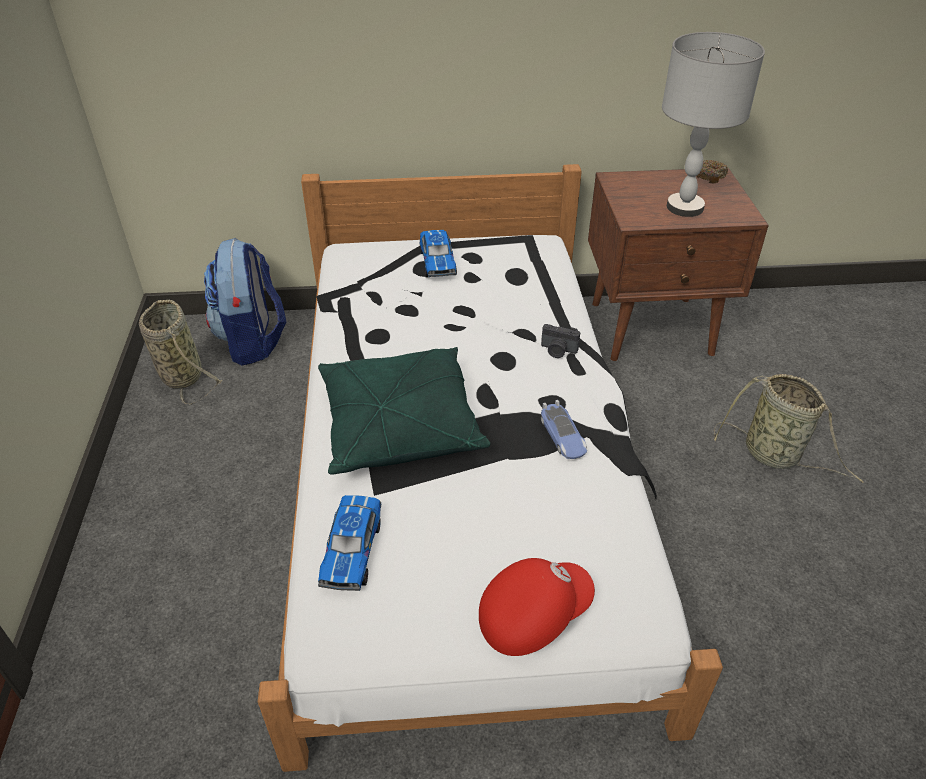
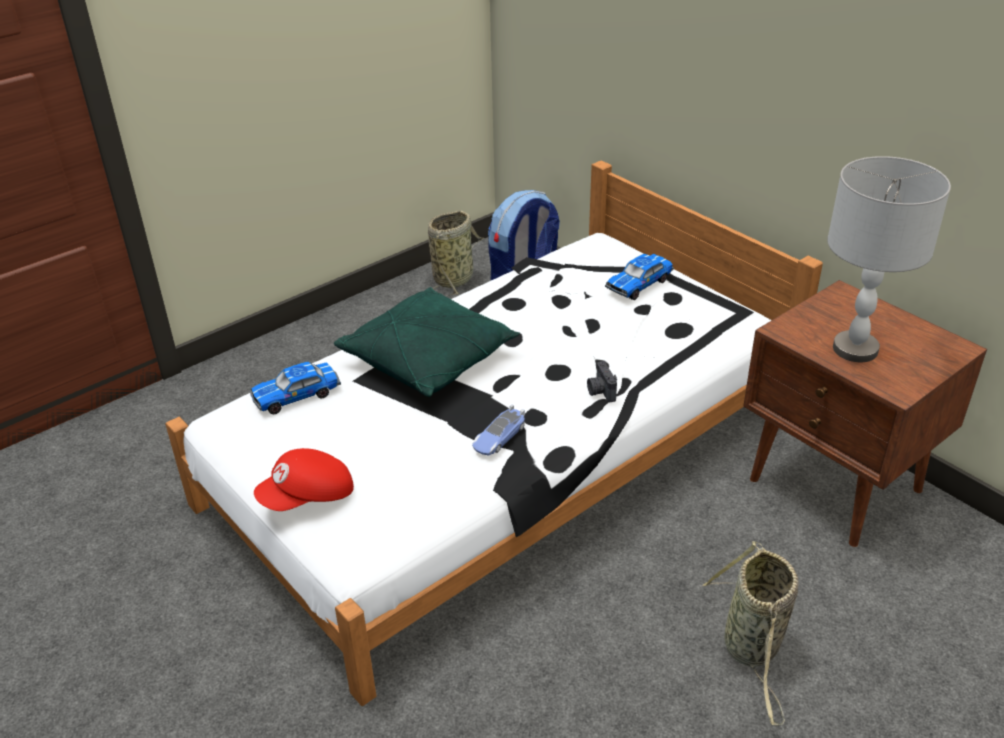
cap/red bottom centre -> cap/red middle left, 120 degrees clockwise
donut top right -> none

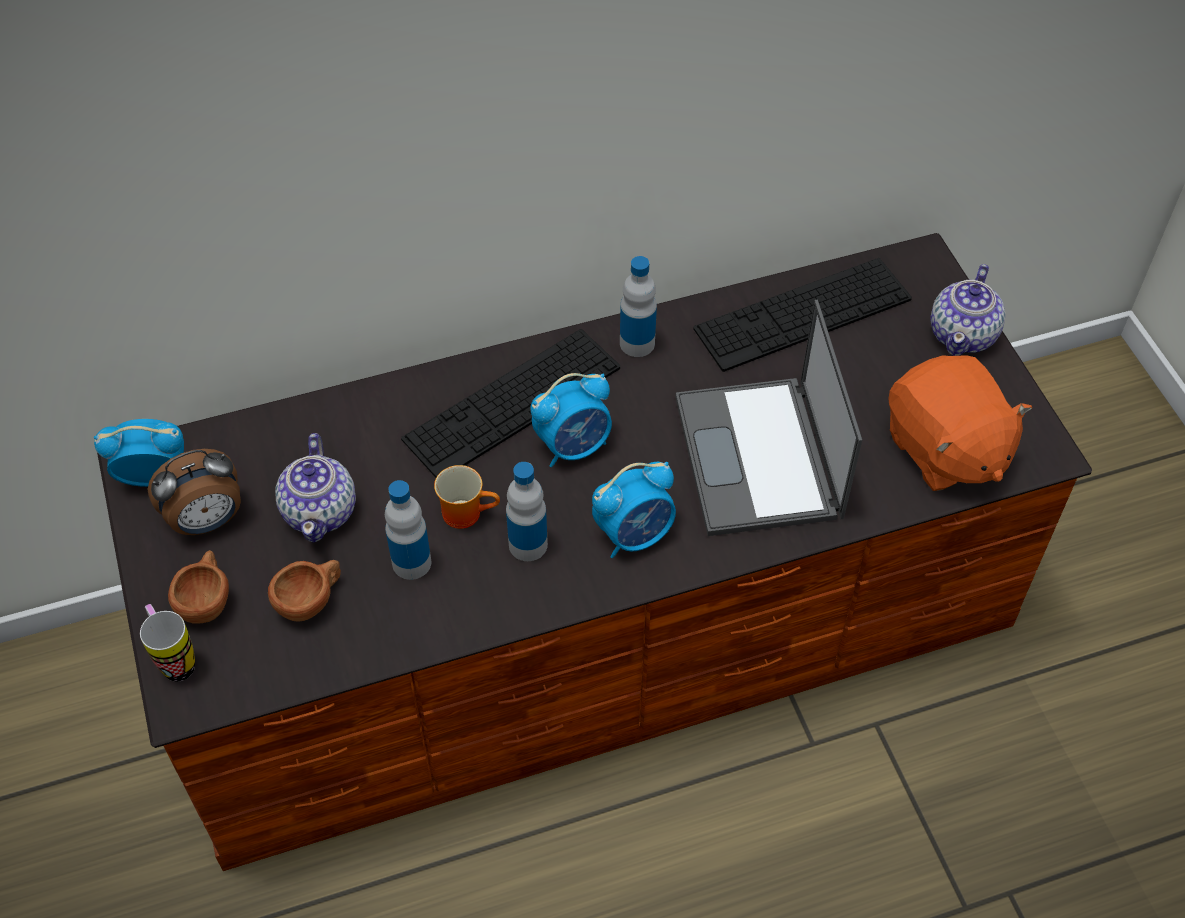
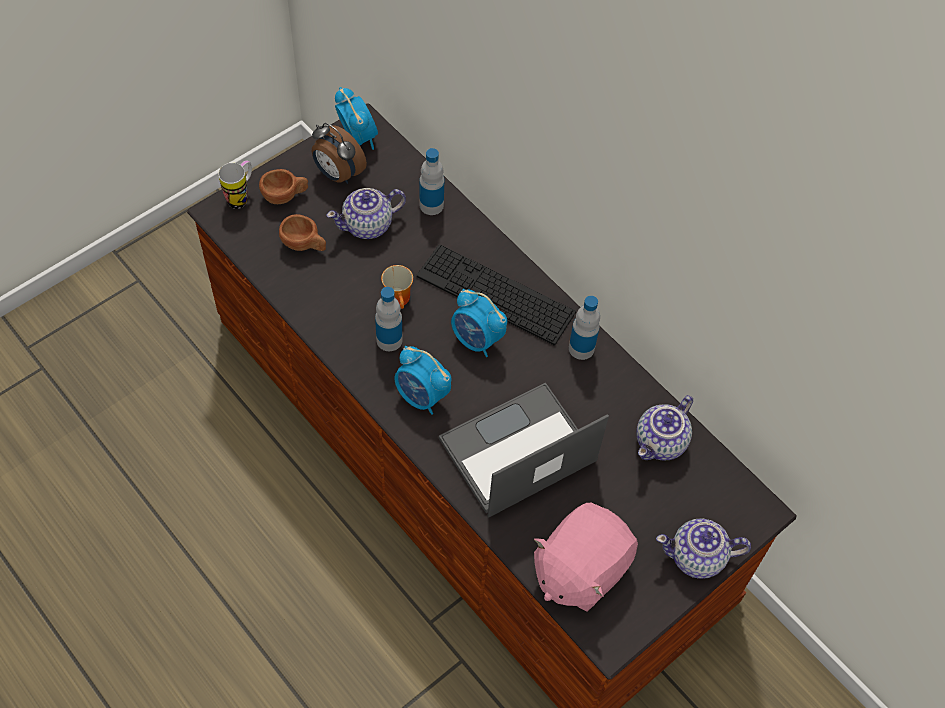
bottle (no. 1 from left in the first image) centre -> bottle (no. 2 from left) top centre, shifted
plush toy/orange middle right -> plush toy/pink bottom centre
keyboard (no. 2 from left) middle right -> teapot (no. 2 from left) middle right

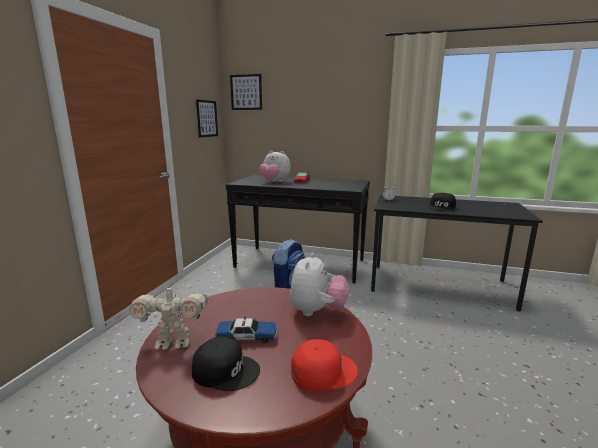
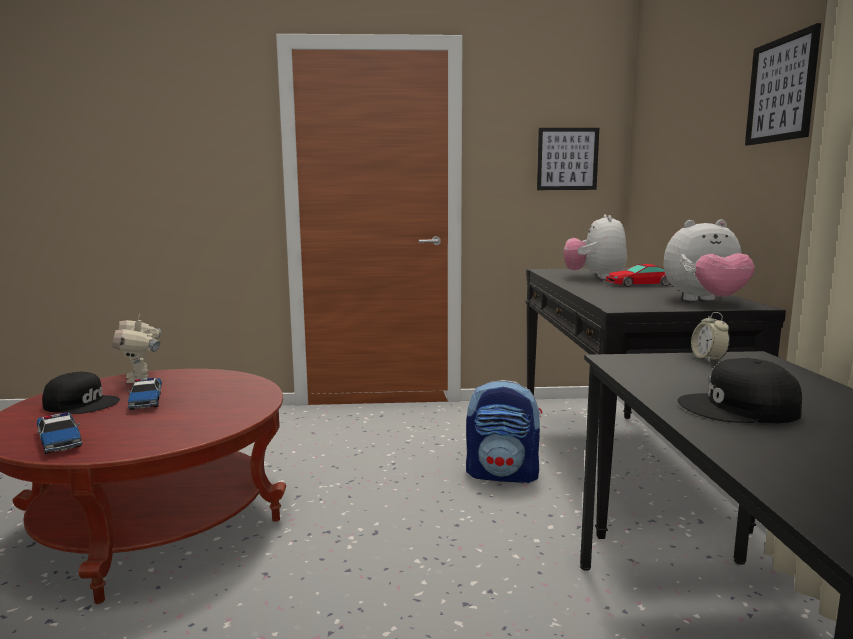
cap/red bottom centre -> toy car (no. 1 from left) bottom left
cap/black (no. 1 from left) bottom centre -> cap/black (no. 1 from left) middle left, 75 degrees counterclockwise
plush toy (no. 2 from left) centre -> plush toy (no. 2 from left) middle right, shifted
picture (no. 2 from left) top centre -> picture (no. 2 from left) top right, shifted

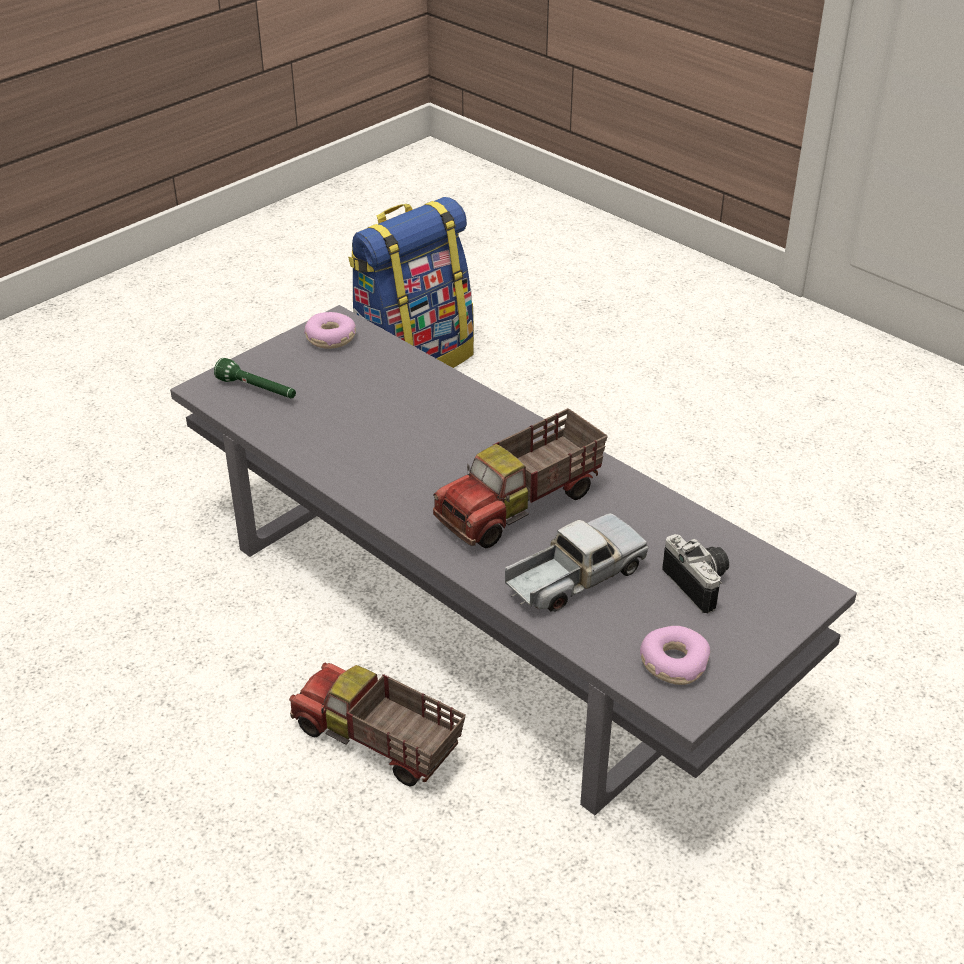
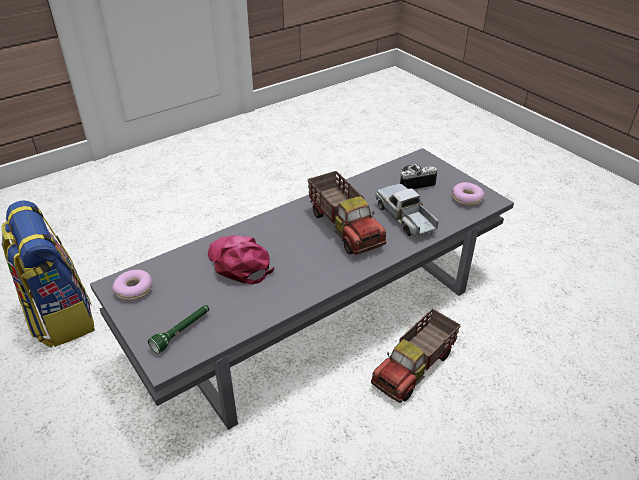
none -> cap/pink centre

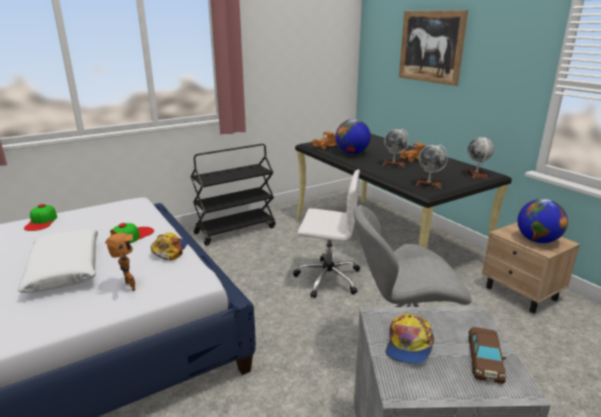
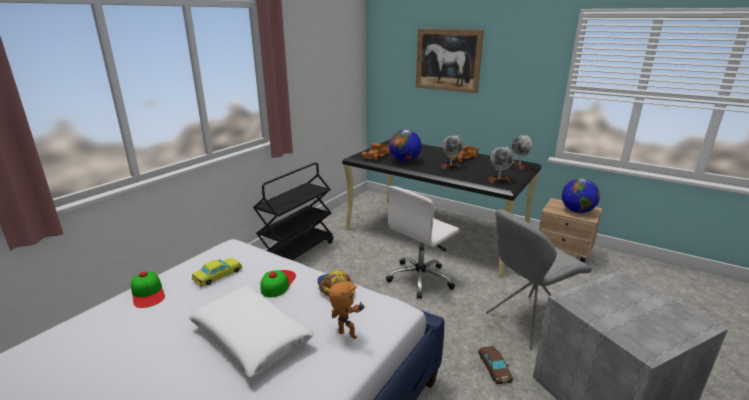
none -> toy car/yellow bottom left
office chair/white centre, 150 degrees clockwise
toy car/brown bottom right -> toy car/brown bottom centre, shifted
cap (no. 4 from left) bottom right -> none

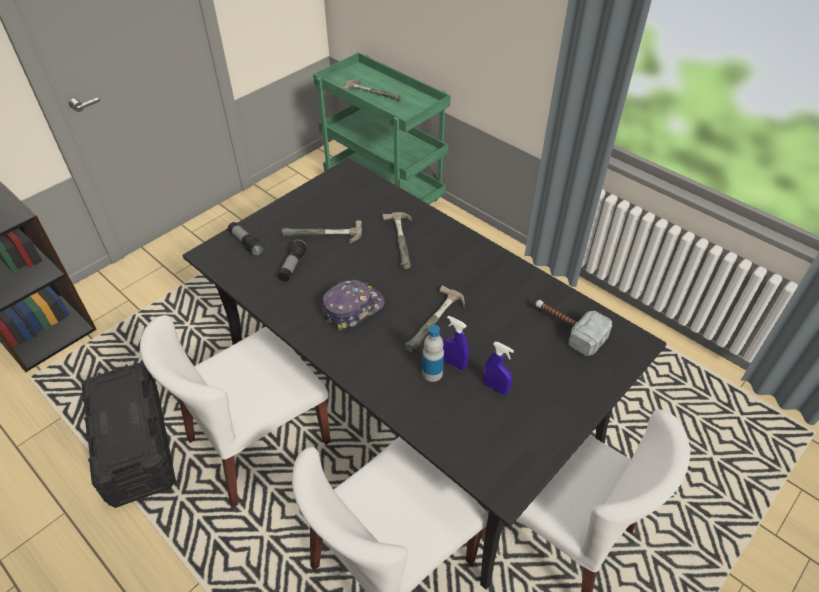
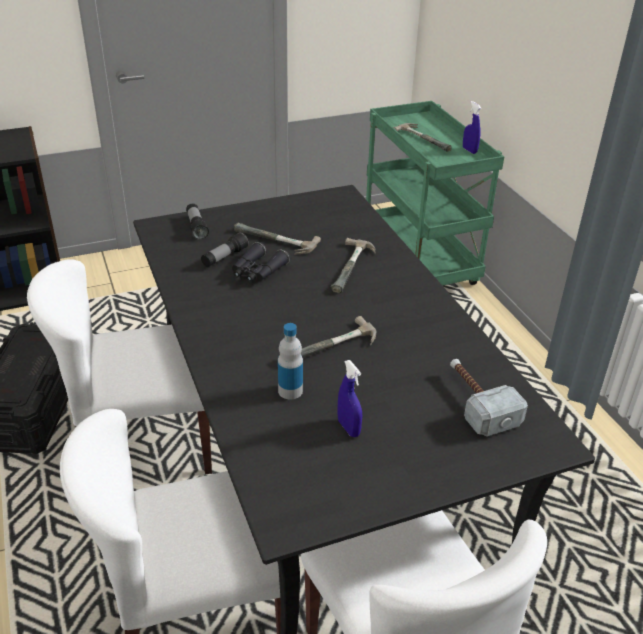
none -> binoculars/black centre
spray bottle/blue (no. 1 from left in the first image) centre -> spray bottle/blue (no. 2 from left) top right, shifted
cap centre -> none

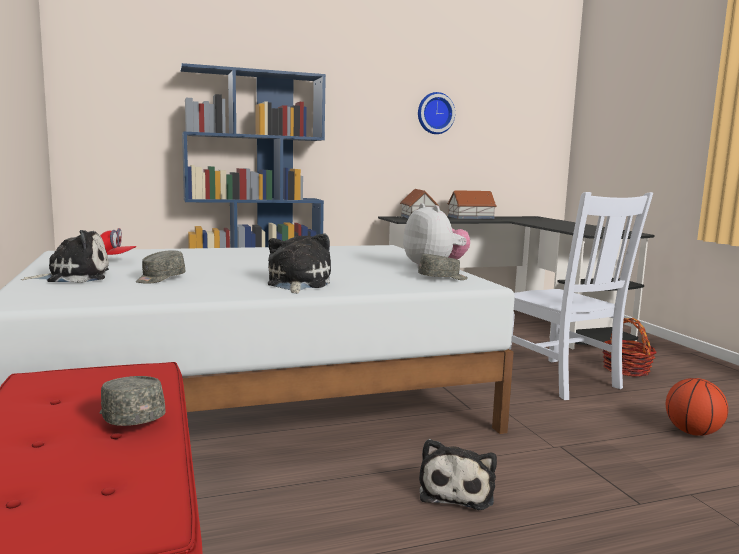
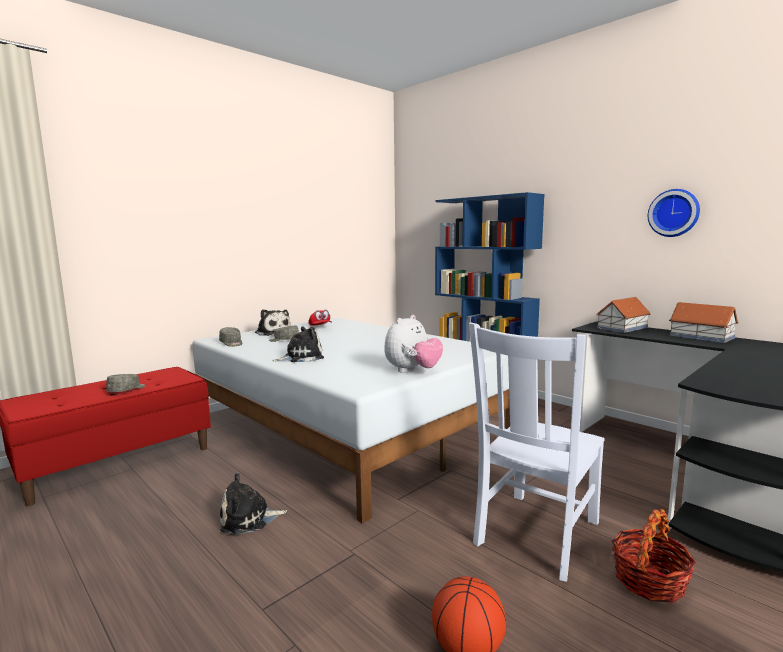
cap/grey (no. 3 from left in the first image) centre -> cap/grey (no. 2 from left) middle left, shifted

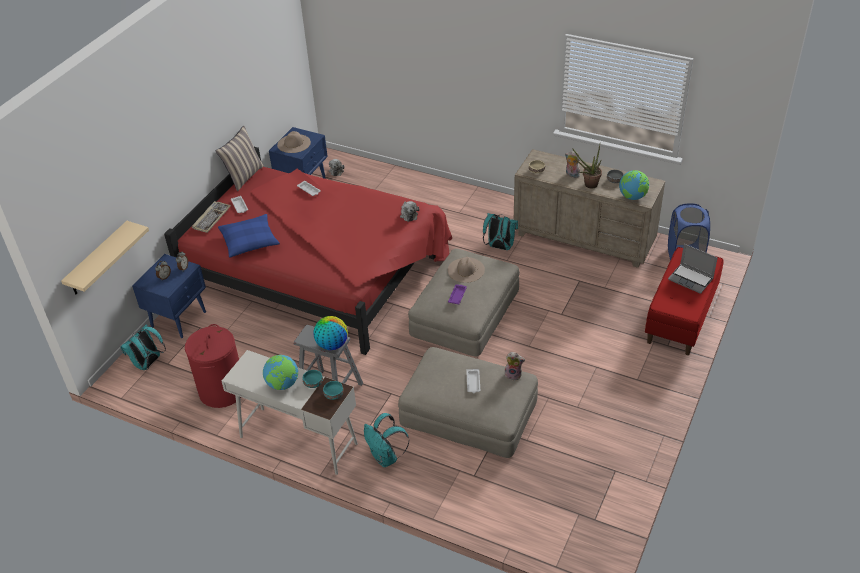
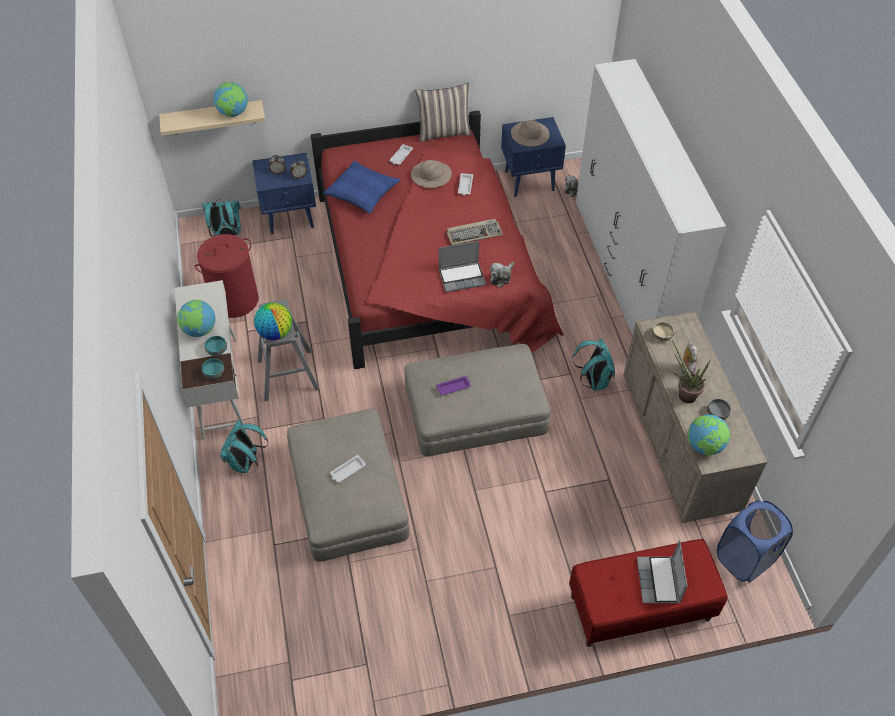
none -> globe (no. 2 from left) top left
hat/beige (no. 2 from left in the first image) centre -> hat/beige (no. 1 from left) top centre, shifted
none -> laptop (no. 1 from left) centre
keyboard middle left -> keyboard top centre, shifted
none -> wardrobe/white top right
plush toy (no. 3 from left) centre -> none

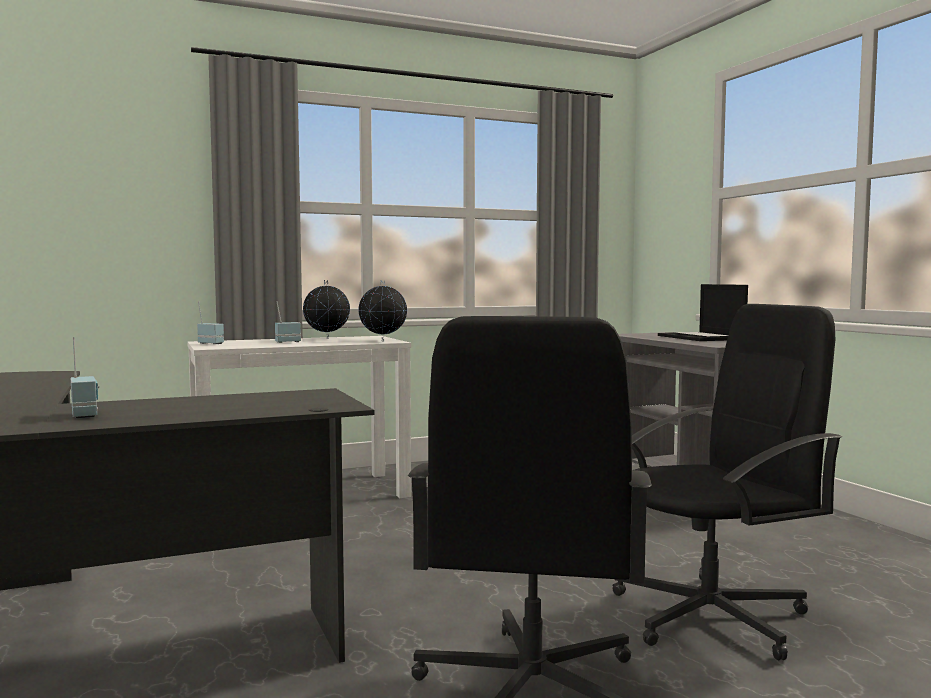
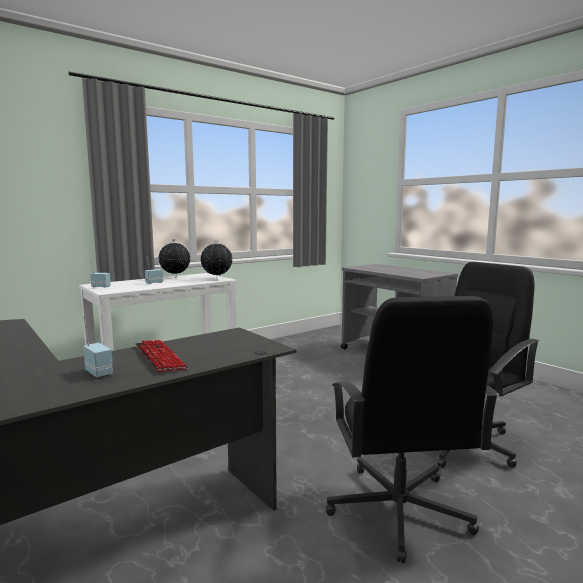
none -> keyboard middle left
laptop middle right -> none

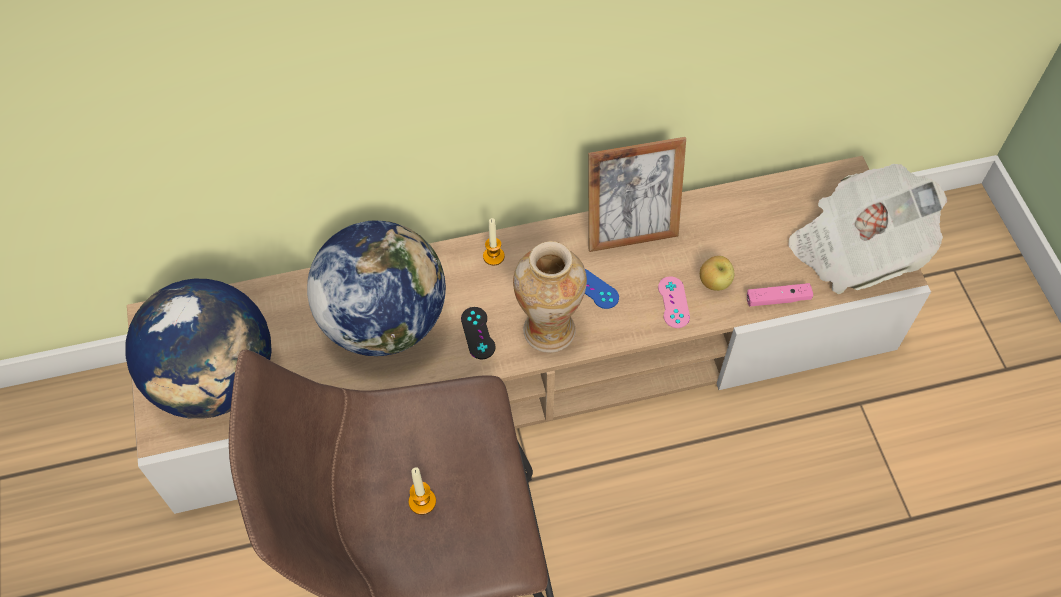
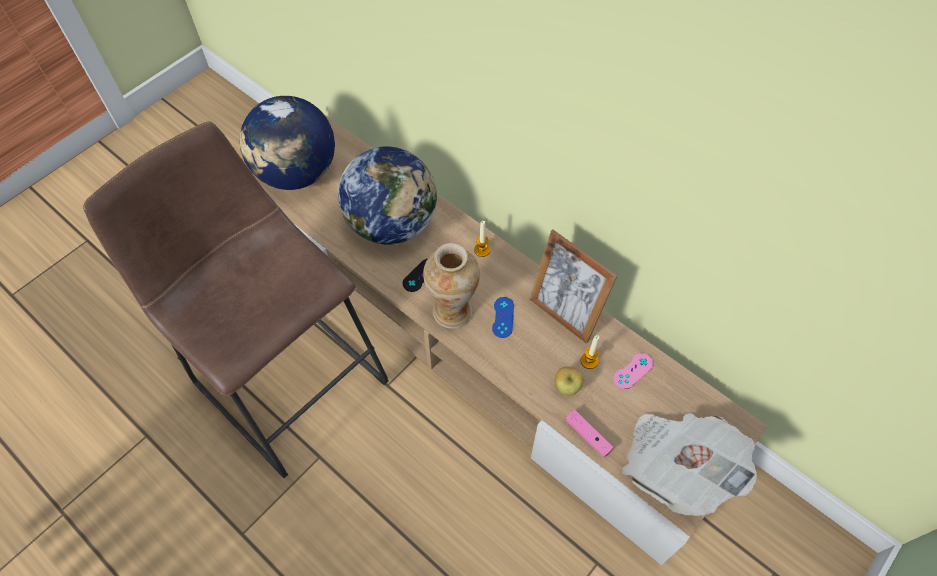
candle (no. 1 from left in the first image) bottom centre -> candle (no. 2 from left) centre, shifted
game controller/pink (no. 1 from left in the first image) centre -> game controller/pink (no. 2 from left) middle right, shifted

